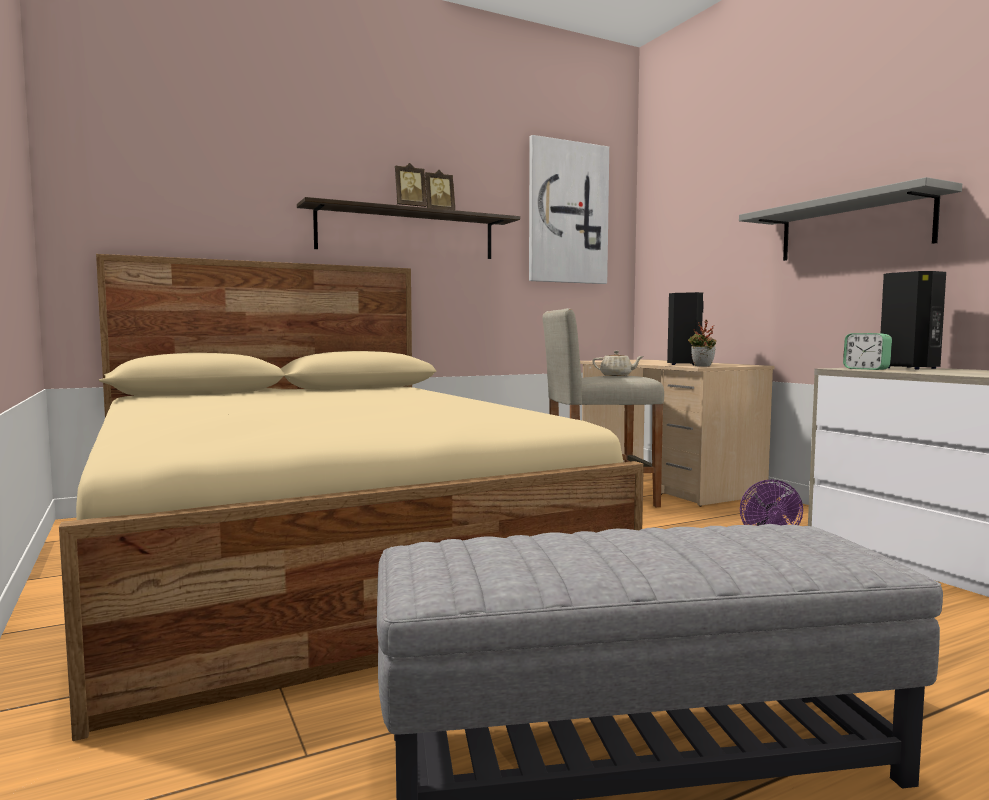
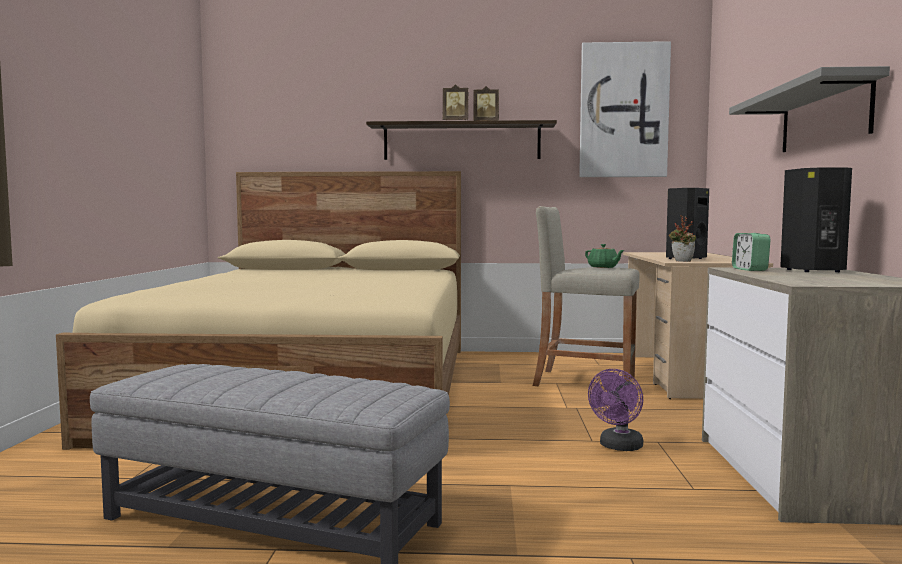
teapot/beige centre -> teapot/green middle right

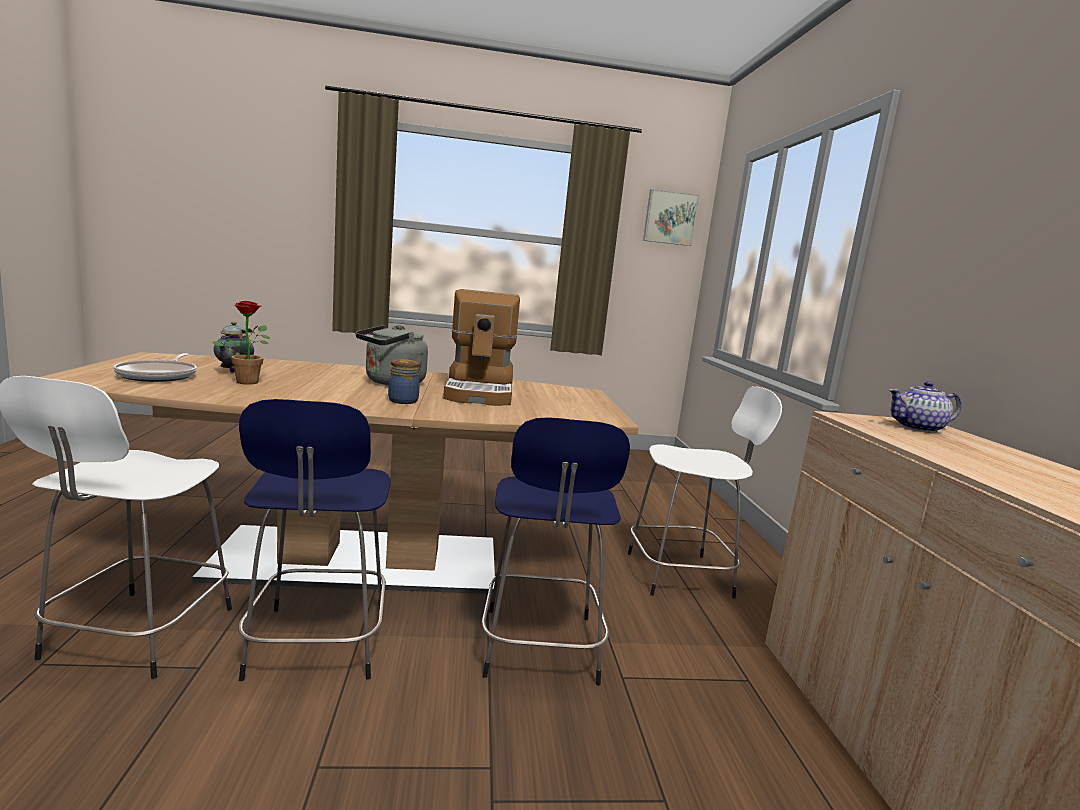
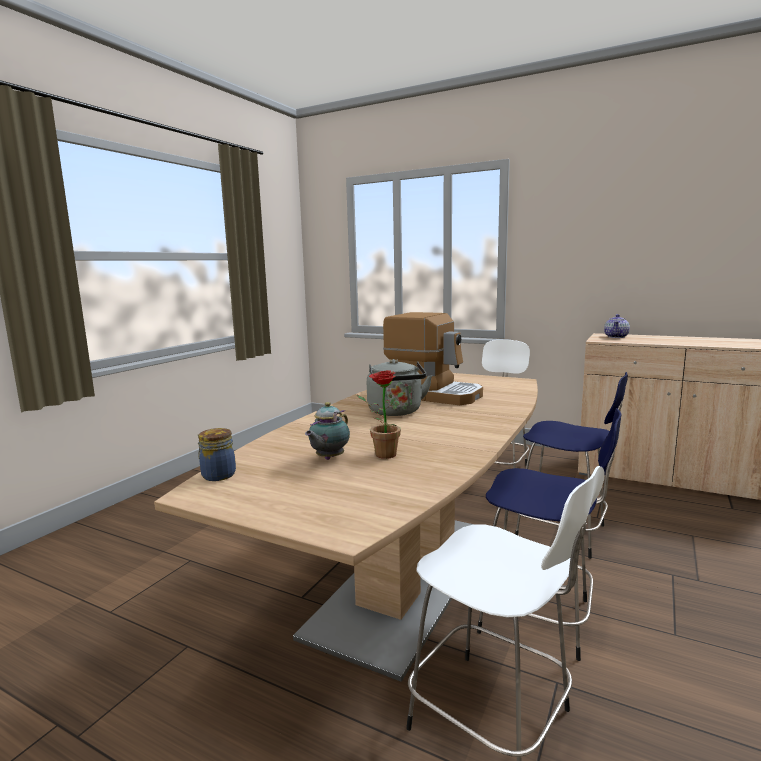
jar centre -> jar middle left, shifted
teapot (no. 1 from left) middle left -> teapot (no. 1 from left) centre, 90 degrees clockwise
frying pan middle left -> none
picture top centre -> none

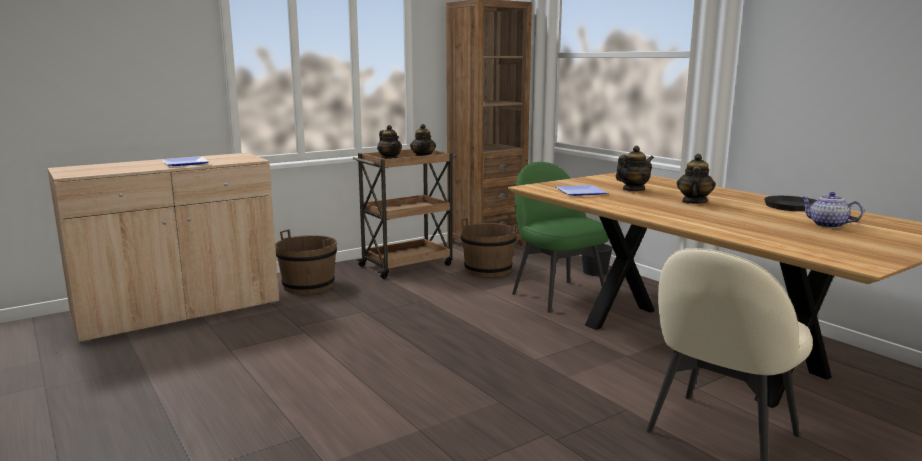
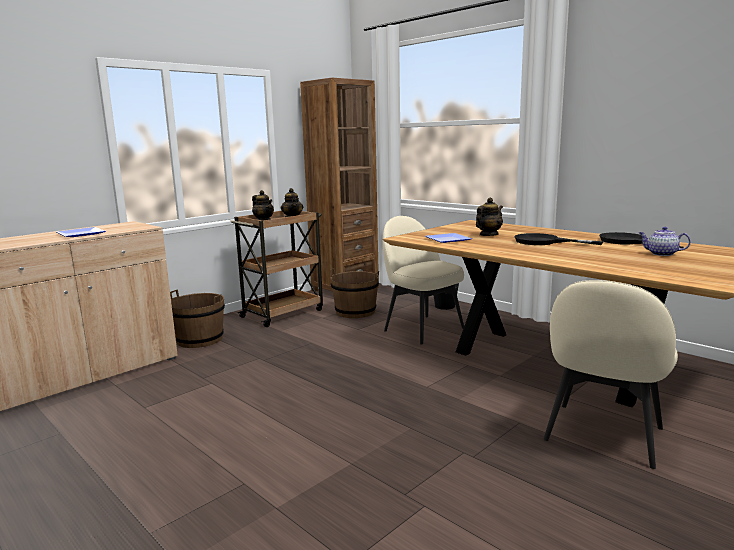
chair/green centre -> chair/beige (no. 1 from left) centre
teapot (no. 4 from left) middle right -> frying pan/black (no. 1 from left) middle right

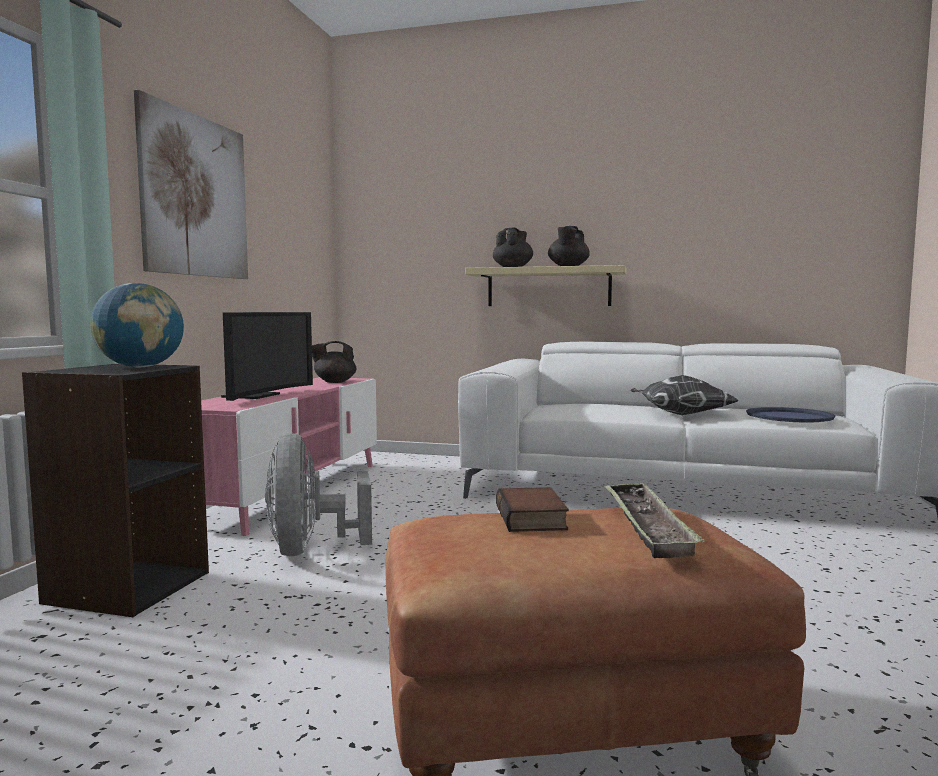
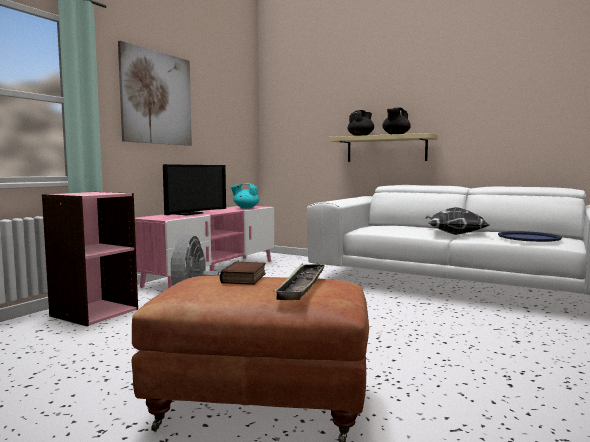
bookcase/black middle left -> bookcase/pink middle left
teapot/black (no. 1 from left) centre -> teapot/turquoise centre
globe middle left -> none

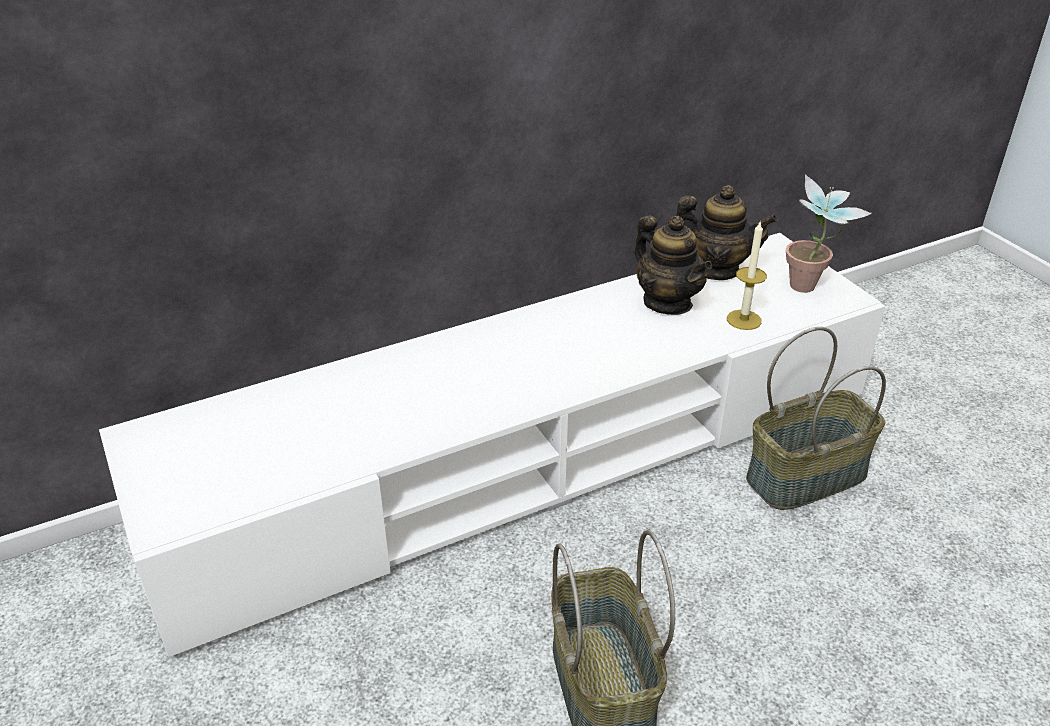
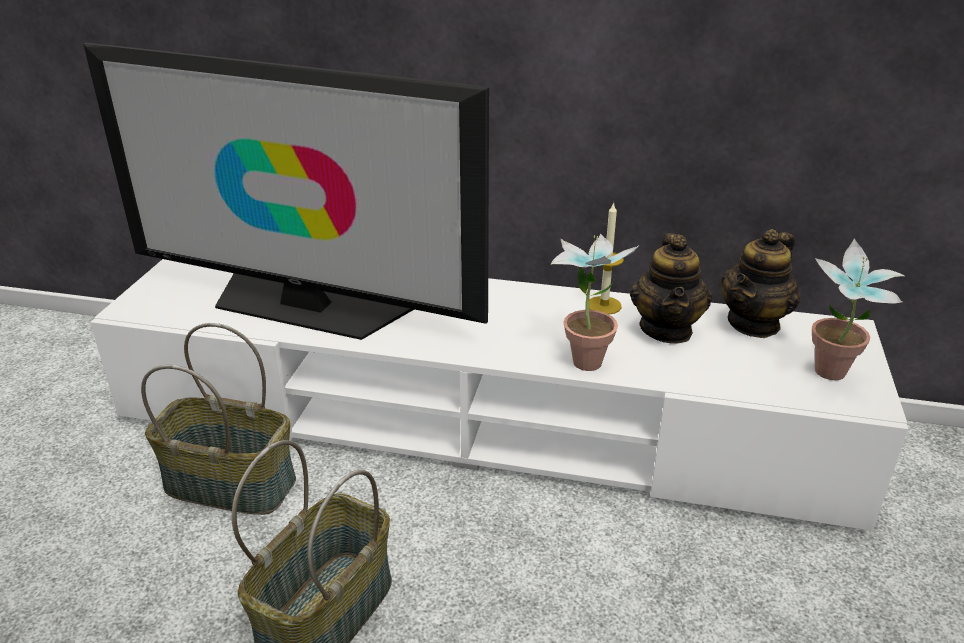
none -> television top left
basket (no. 2 from left in the first image) middle right -> basket (no. 1 from left) middle left, shifted
none -> potted plant (no. 1 from left) centre
candle middle right -> candle centre, shifted
teapot (no. 2 from left) top right -> teapot (no. 2 from left) middle right, 75 degrees clockwise

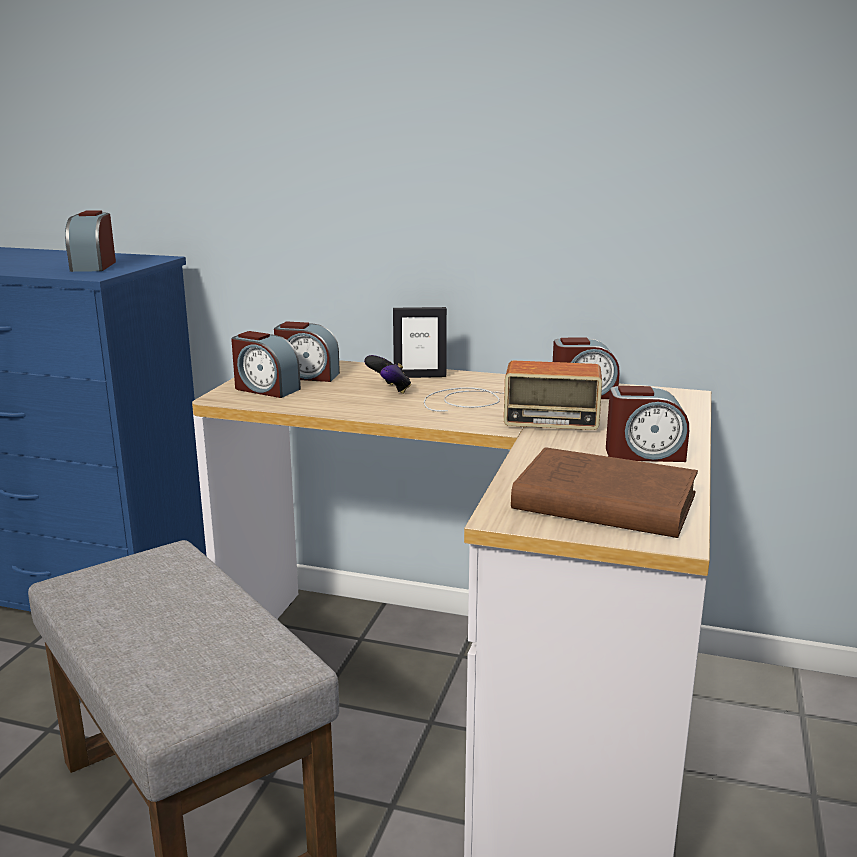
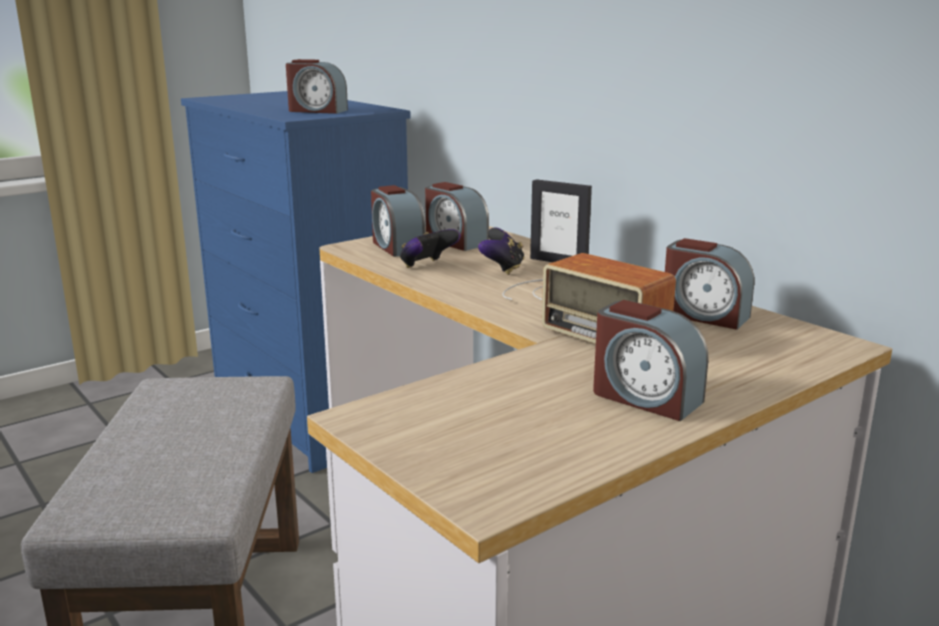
alarm clock (no. 1 from left) top left -> alarm clock (no. 1 from left) top centre, 105 degrees counterclockwise
none -> game controller (no. 1 from left) centre
book/brown middle right -> none

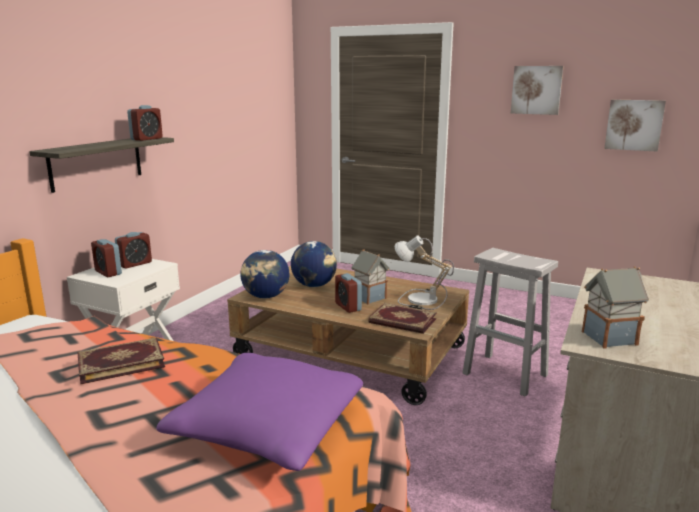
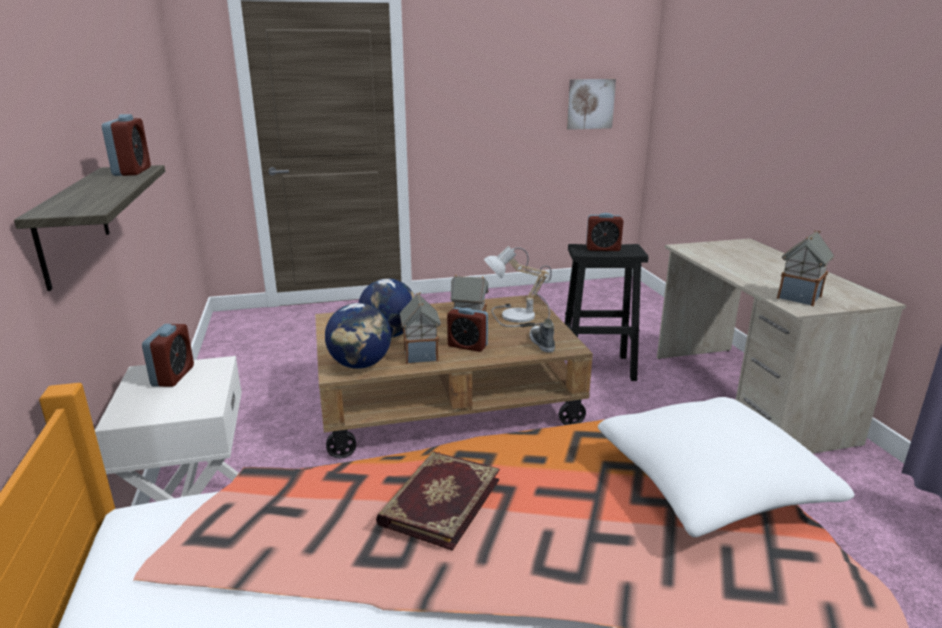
none -> toy house (no. 1 from left) centre
book (no. 2 from left) centre -> shoe centre
stool/white middle right -> stool/black centre
alarm clock (no. 1 from left in the first image) middle left -> alarm clock (no. 4 from left) centre, shifted
pillow/purple bottom centre -> pillow/white bottom right
picture (no. 1 from left) top right -> none

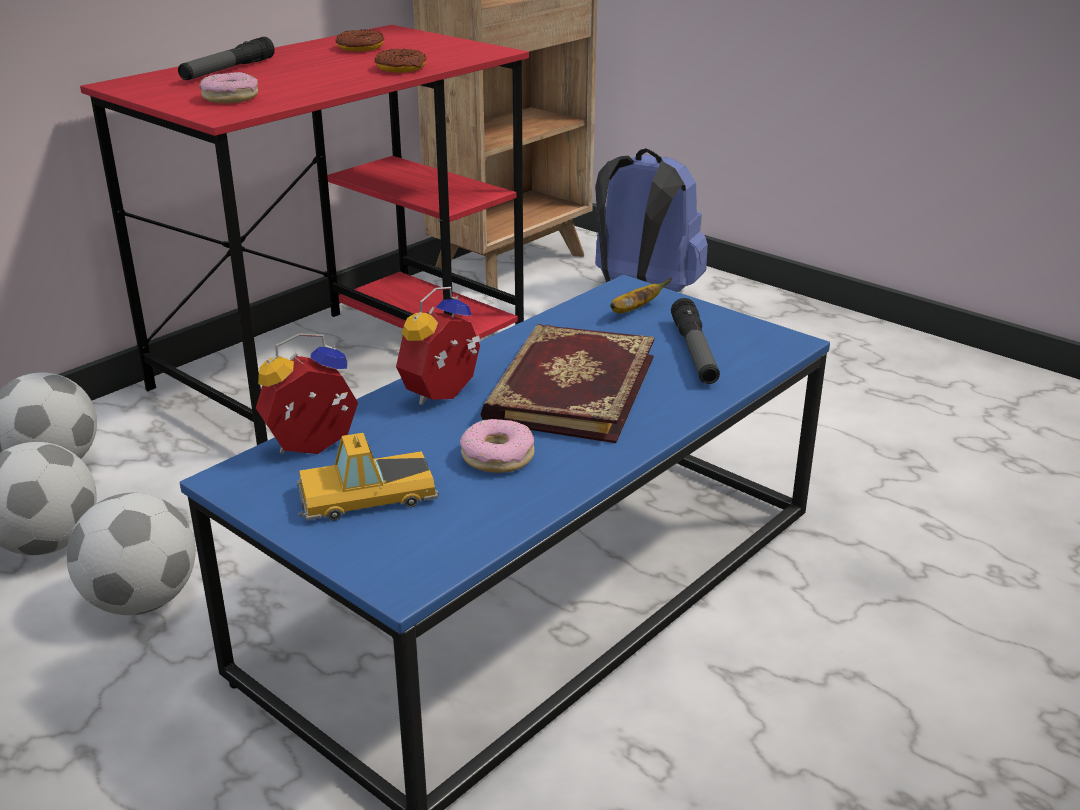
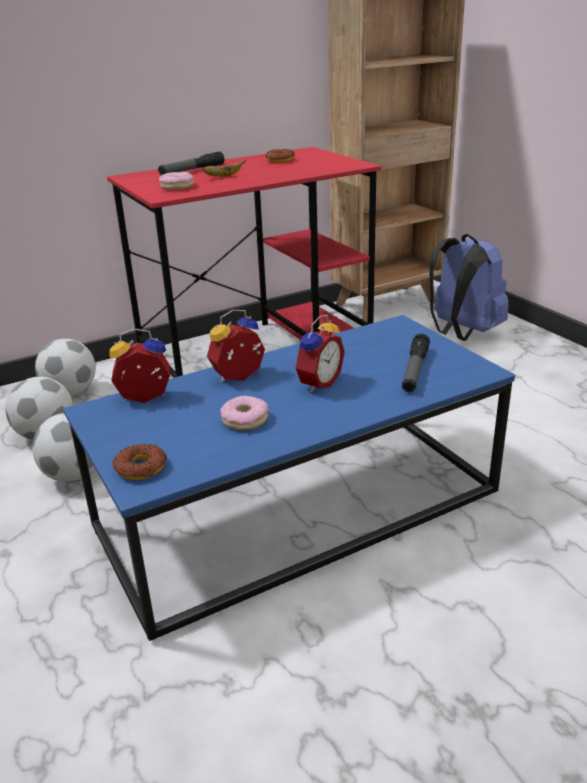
donut (no. 3 from left in the first image) top centre -> donut (no. 1 from left) middle left, shifted
banana centre -> banana top centre, shifted
book centre -> alarm clock (no. 3 from left) centre
toy car centre -> none

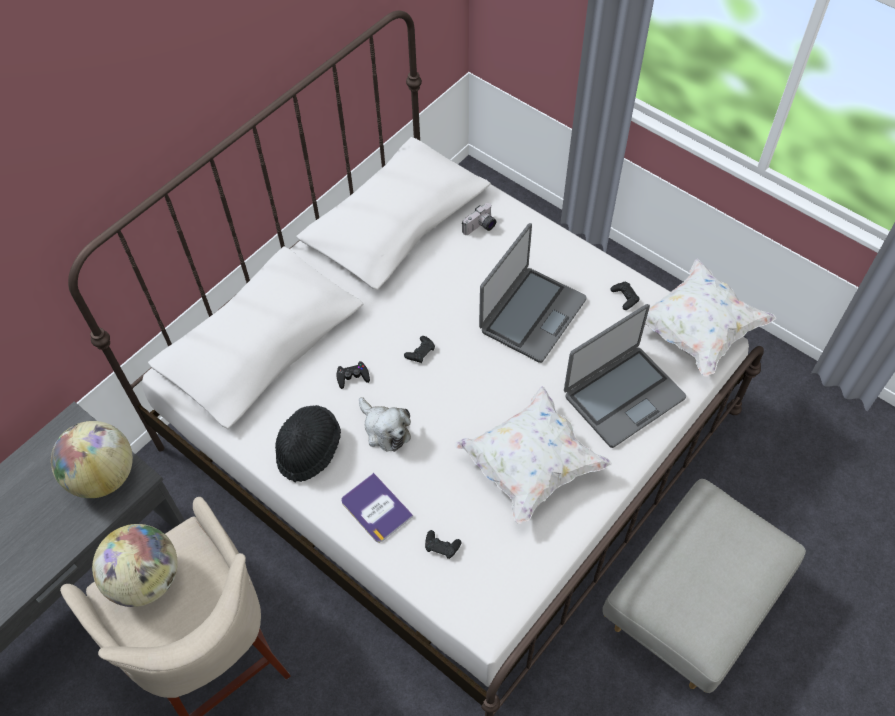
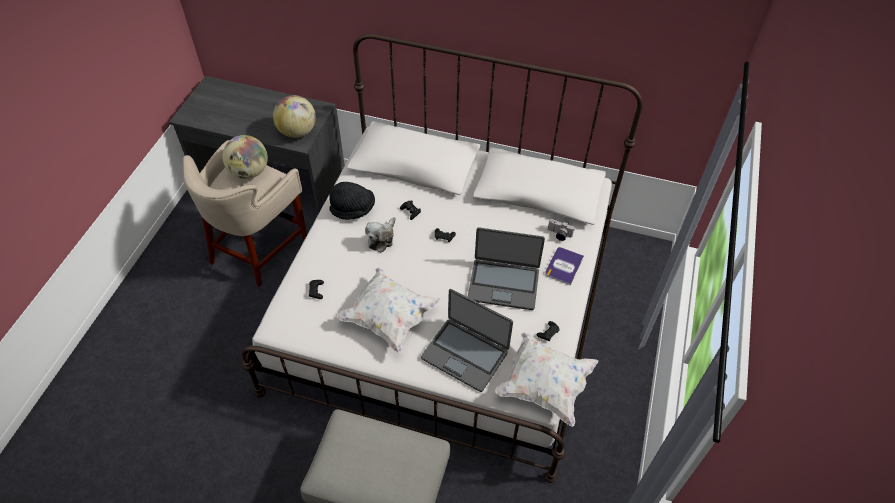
book bottom centre -> book centre, shifted

